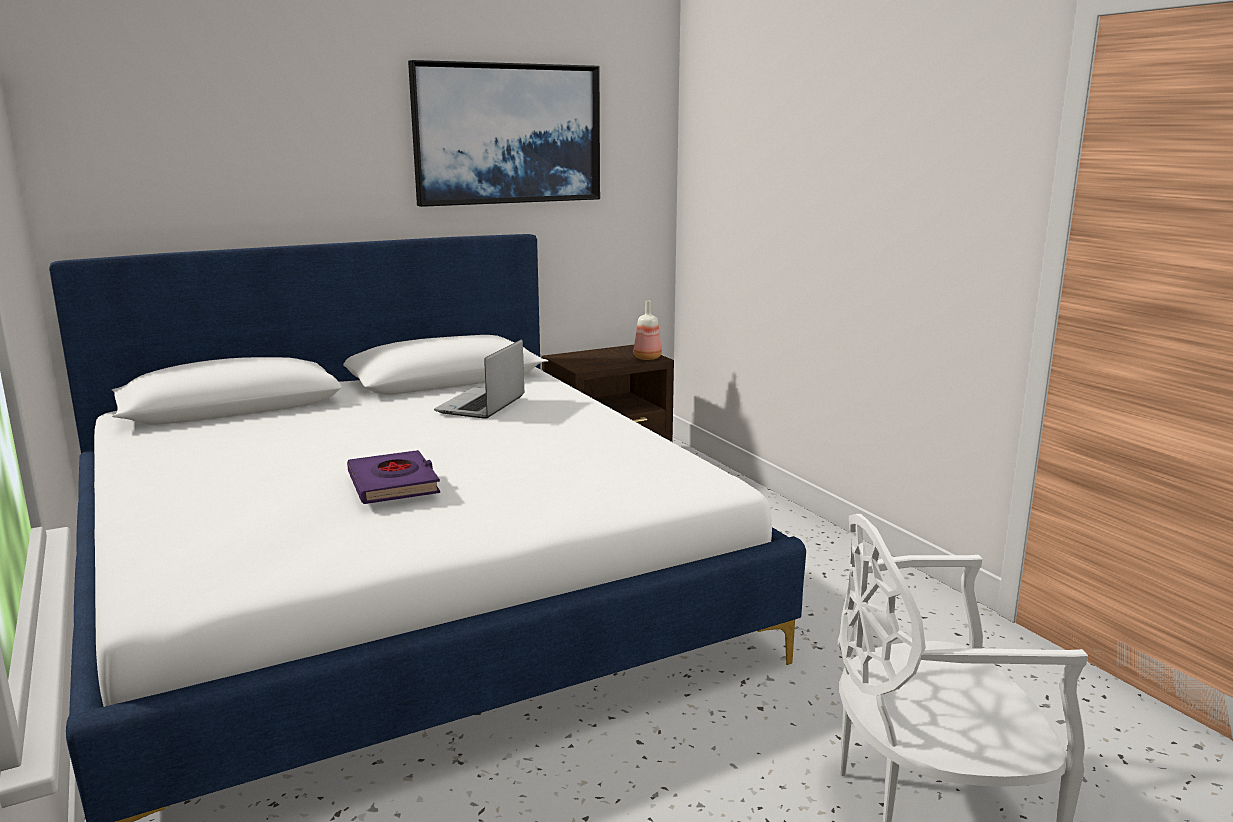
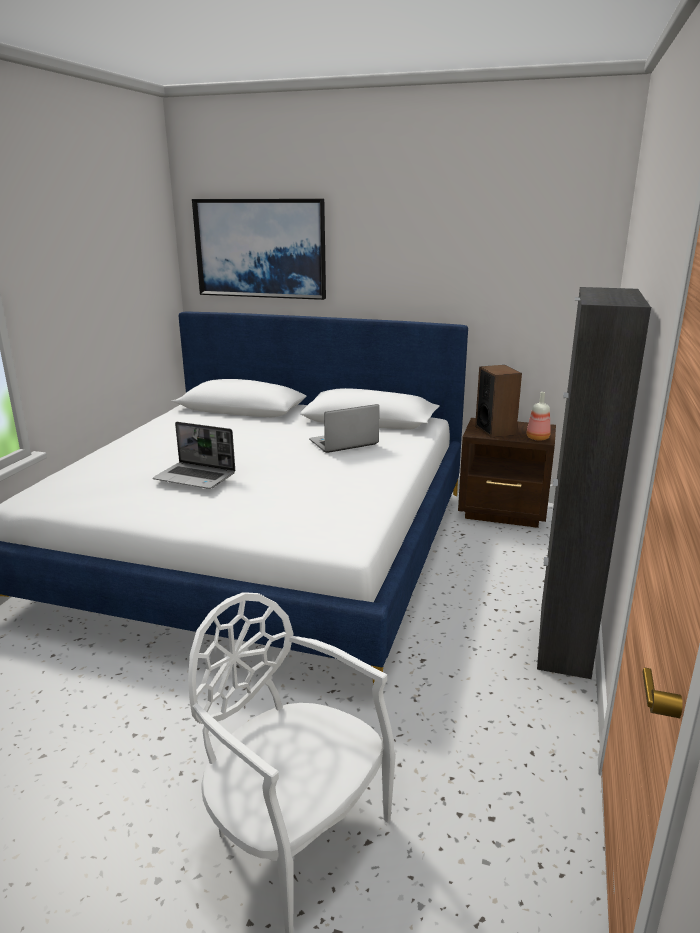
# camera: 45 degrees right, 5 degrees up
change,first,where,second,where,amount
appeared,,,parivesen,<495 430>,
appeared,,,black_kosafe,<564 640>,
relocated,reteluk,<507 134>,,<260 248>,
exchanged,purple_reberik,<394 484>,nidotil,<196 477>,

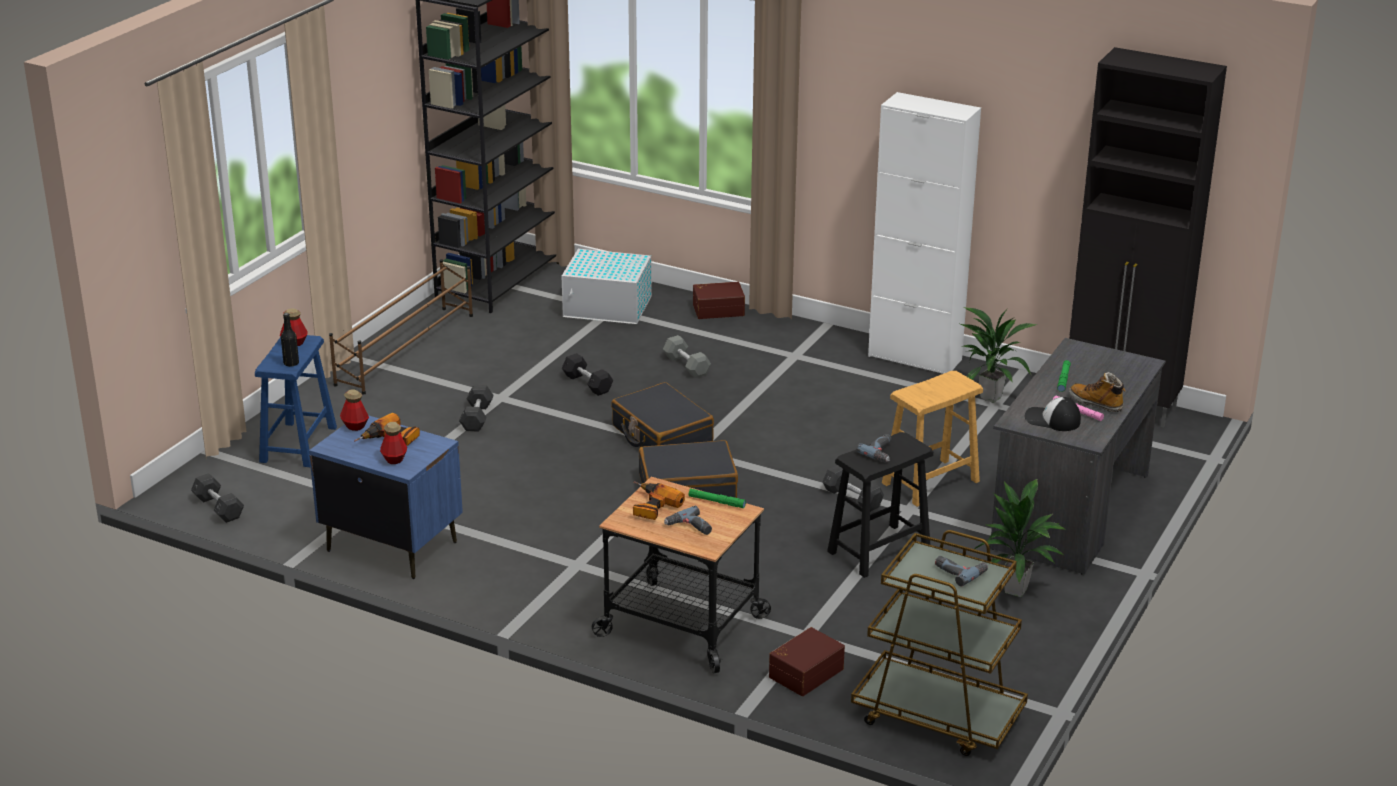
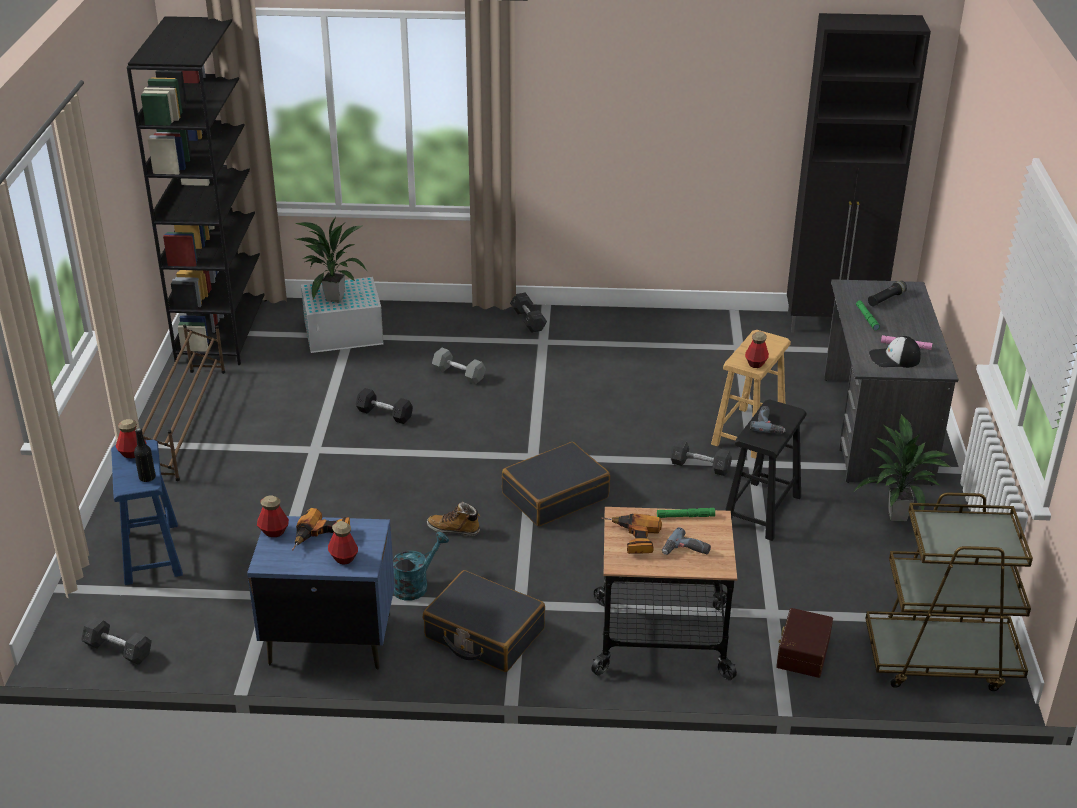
# camera: 25 degrees left, 5 degrees up
change,first,where,second,where,amount
missing,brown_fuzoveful,<718 309>,,,
missing,white_kosafe,<915 358>,,,
missing,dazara,<960 571>,,,
appeared,,,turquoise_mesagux,<415 585>,
appeared,,,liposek,<756 363>,
appeared,,,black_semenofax,<886 299>,
relocated,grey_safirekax,<476 417>,,<528 320>,
relocated,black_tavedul,<661 435>,,<484 633>,
relocated,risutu,<990 397>,,<334 298>,
relocated,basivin,<1096 403>,,<454 529>,

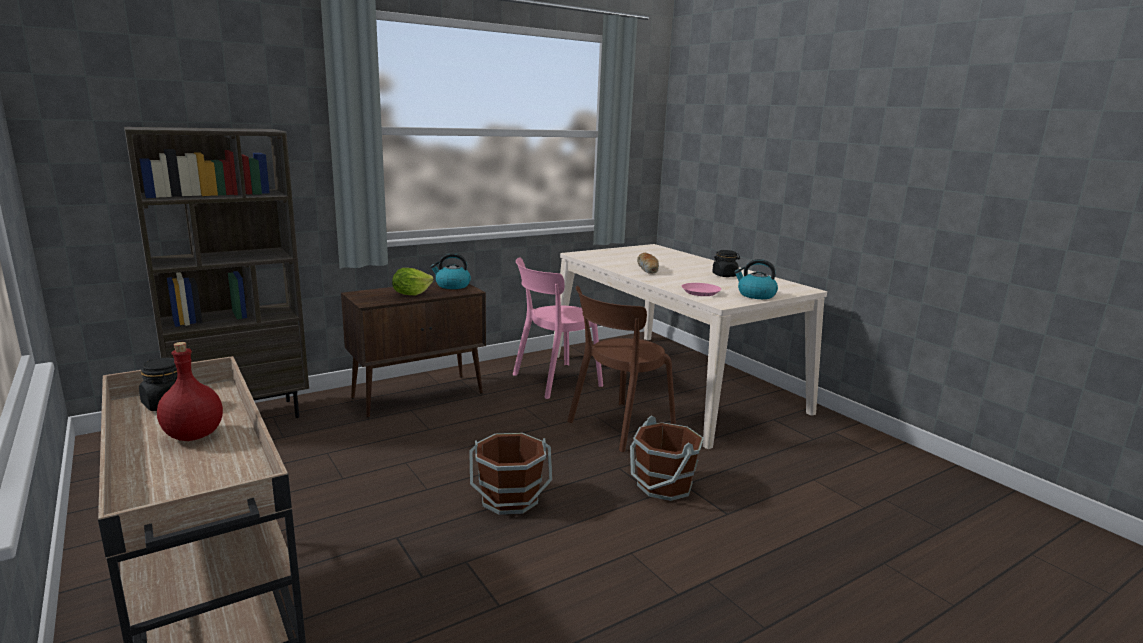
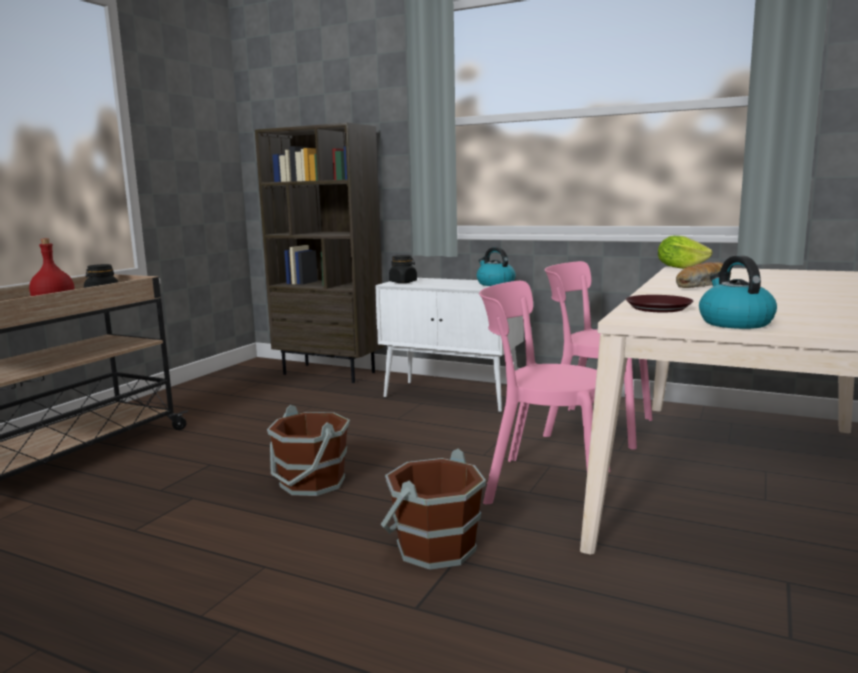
# camera: 60 degrees right, 5 degrees down
change,first,where,second,where,amount
relocated,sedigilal,<411 294>,,<680 267>,
relocated,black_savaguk,<724 275>,,<403 282>,
colour,brown_kosafe,<419 395>,white_kosafe,<452 396>,
colour,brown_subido,<617 427>,pink_subido,<542 484>,
colour,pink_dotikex,<700 292>,brown_dotikex,<659 308>,

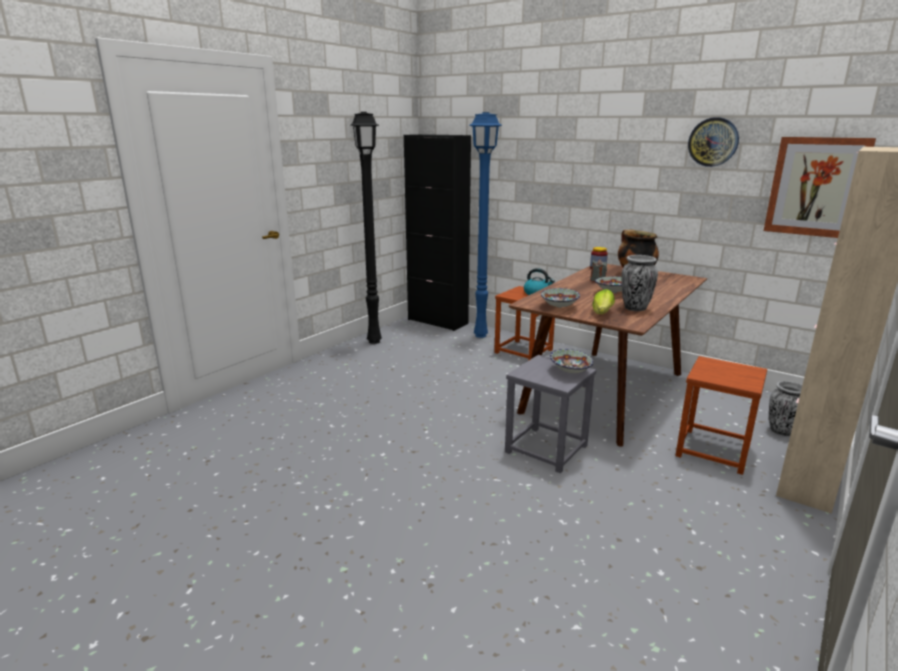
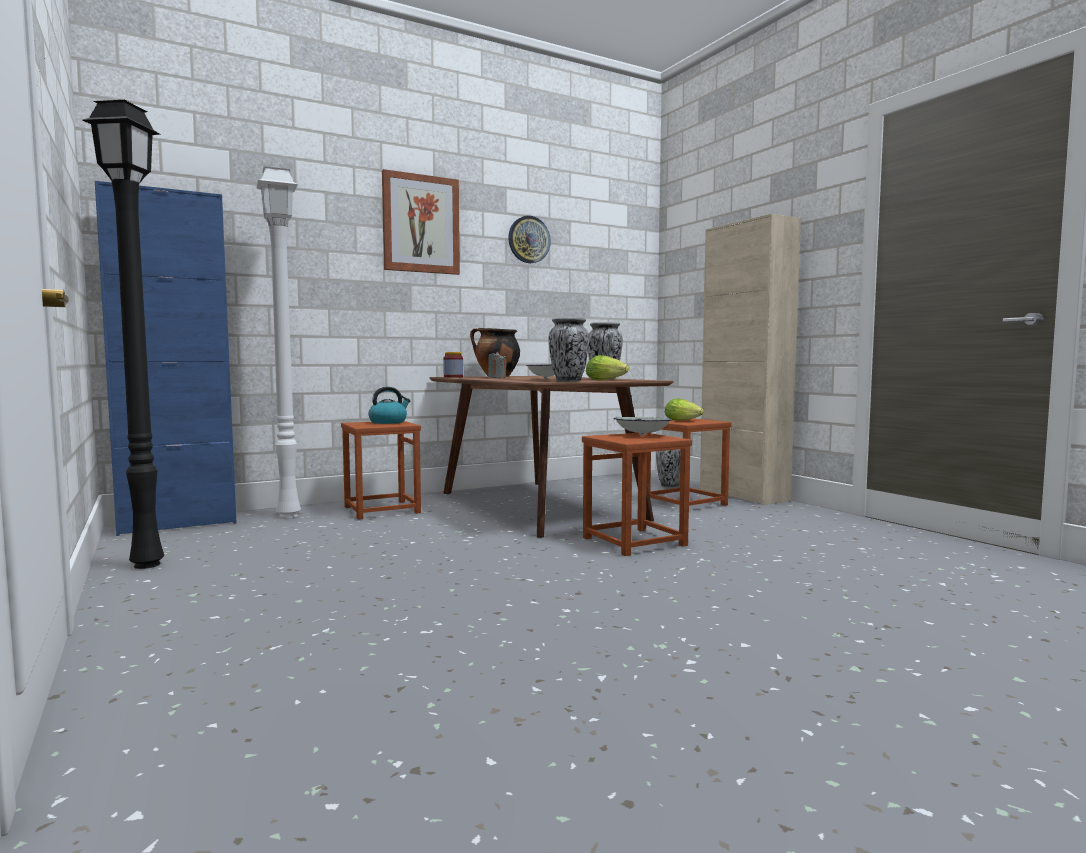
# camera: 65 degrees left, 15 degrees down
change,first,where,second,where,amount
appeared,,,sedigilal,<684 420>,
relocated,reteluk,<816 187>,,<421 224>,
exchanged,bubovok,<559 307>,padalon,<568 381>,
colour,black_kosafe,<437 321>,blue_kosafe,<178 524>,
colour,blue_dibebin,<482 335>,white_dibebin,<290 515>,
colour,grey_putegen,<545 449>,brown_putegen,<634 542>,

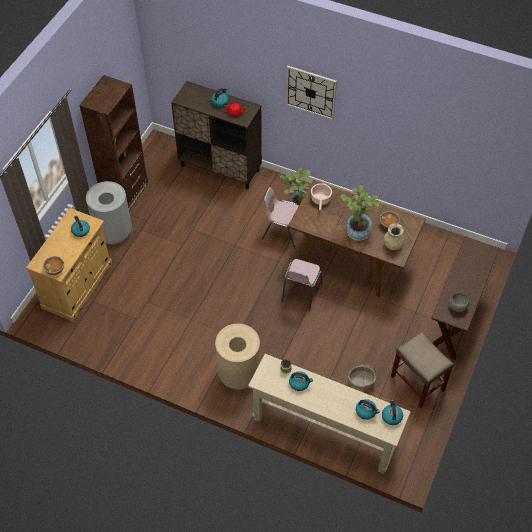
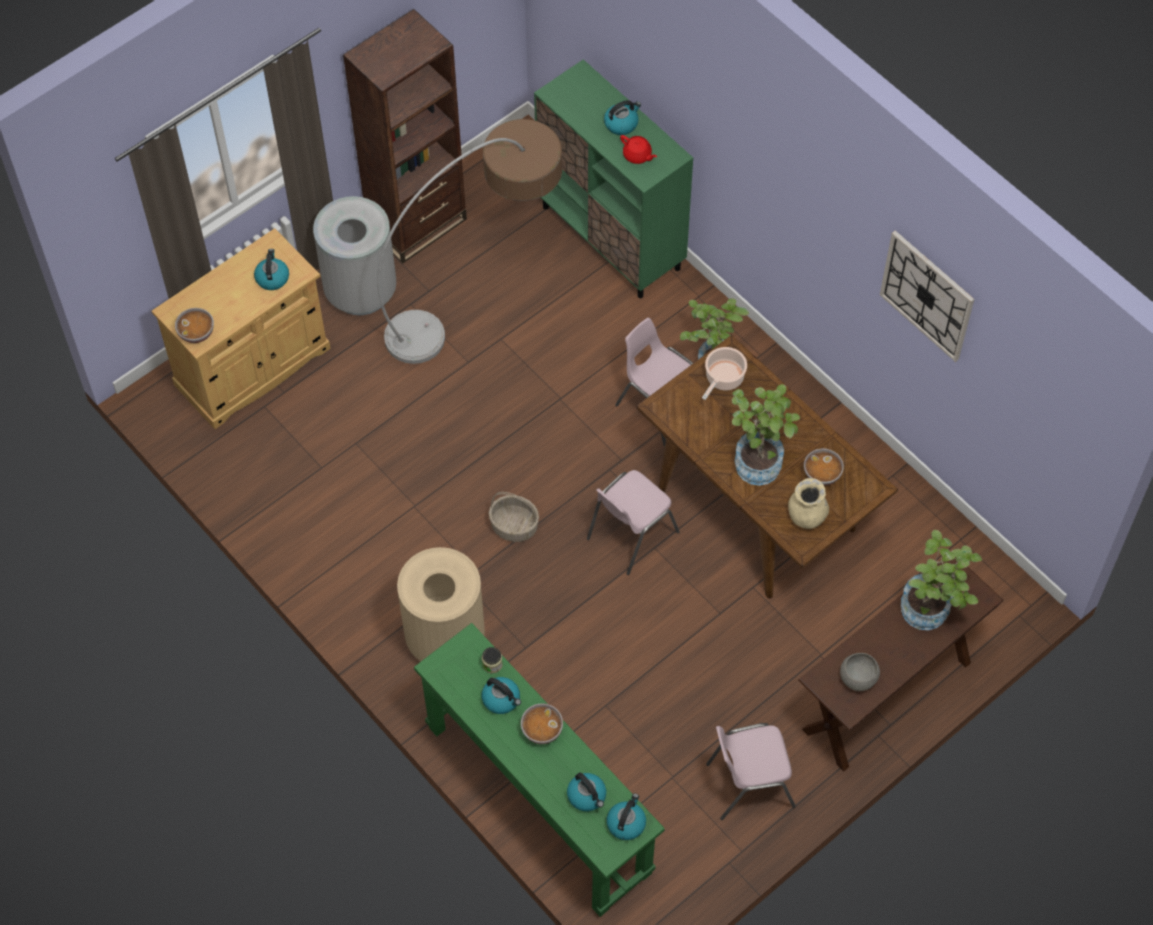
# camera: 25 degrees right, 5 degrees up
change,first,where,second,where,amount
appeared,,,dibebin,<480 294>,
appeared,,,bubovok,<541 730>,
appeared,,,risutu,<931 613>,
relocated,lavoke,<311 92>,,<927 295>,
relocated,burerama,<361 382>,,<515 526>,
exchanged,beige_putegen,<417 382>,pink_subido,<749 784>,
colour,brown_kosafe,<220 168>,green_kosafe,<611 238>,
colour,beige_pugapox,<324 430>,green_pugapox,<539 799>,

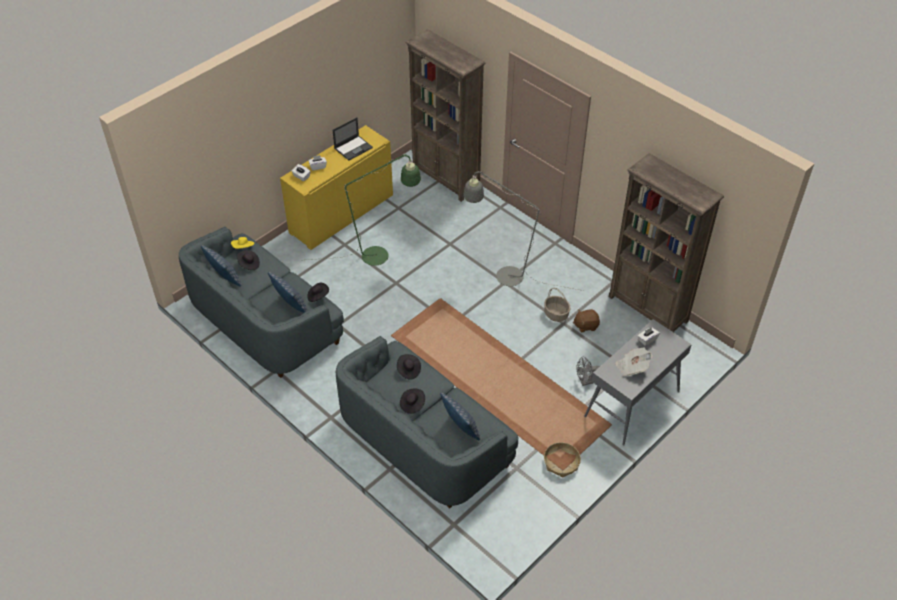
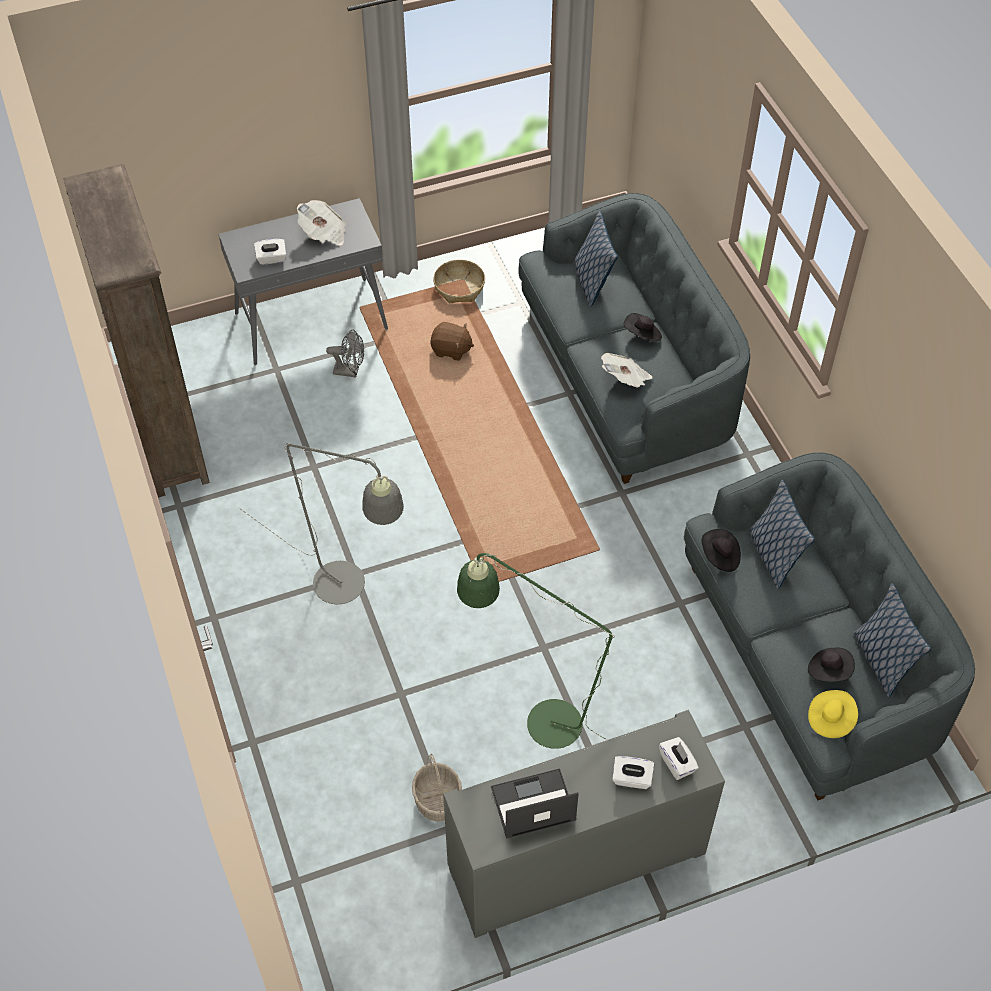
# camera: 155 degrees left, 5 degrees up
change,first,where,second,where,amount
missing,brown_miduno,<446 179>,,,
relocated,burerama,<556 314>,,<437 800>,
relocated,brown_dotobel,<586 325>,,<451 350>,
exchanged,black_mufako,<408 370>,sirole,<625 379>,
colour,yellow_kosafe,<341 214>,grey_kosafe,<576 860>,

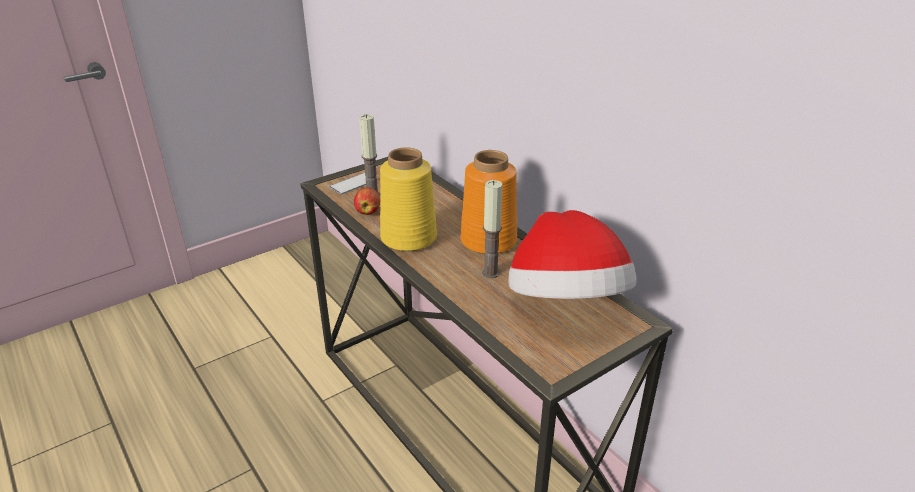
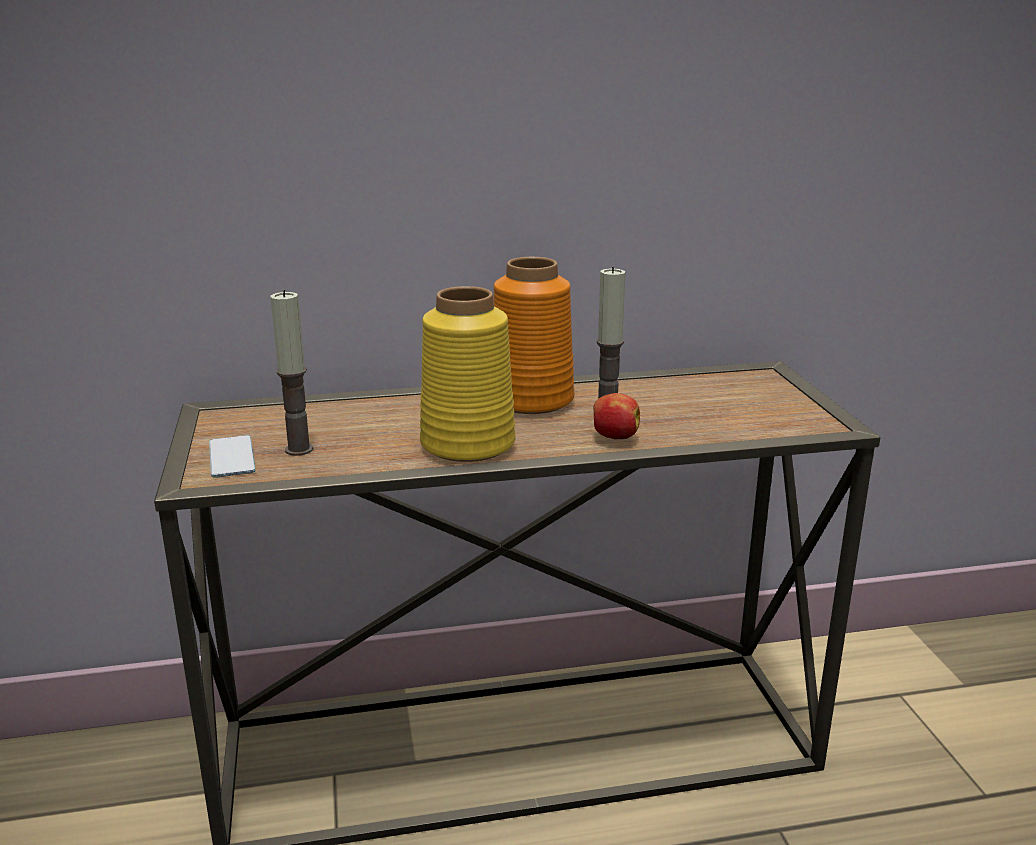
# camera: 65 degrees left, 10 degrees down
change,first,where,second,where,amount
missing,mufako,<566 303>,,,
relocated,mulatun,<368 212>,,<614 437>,

